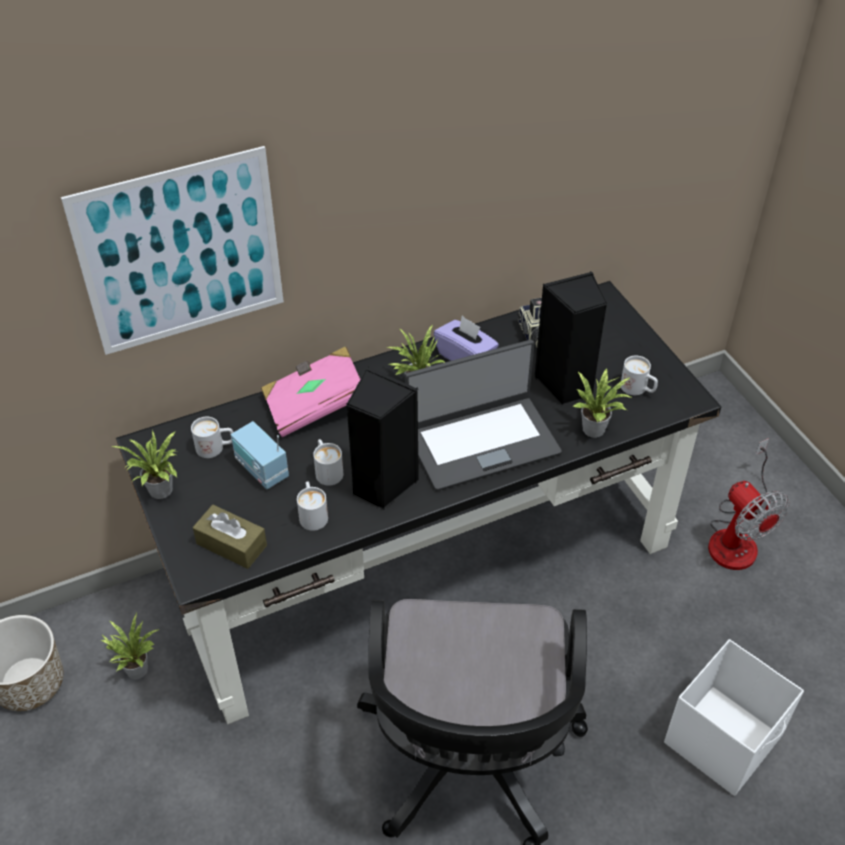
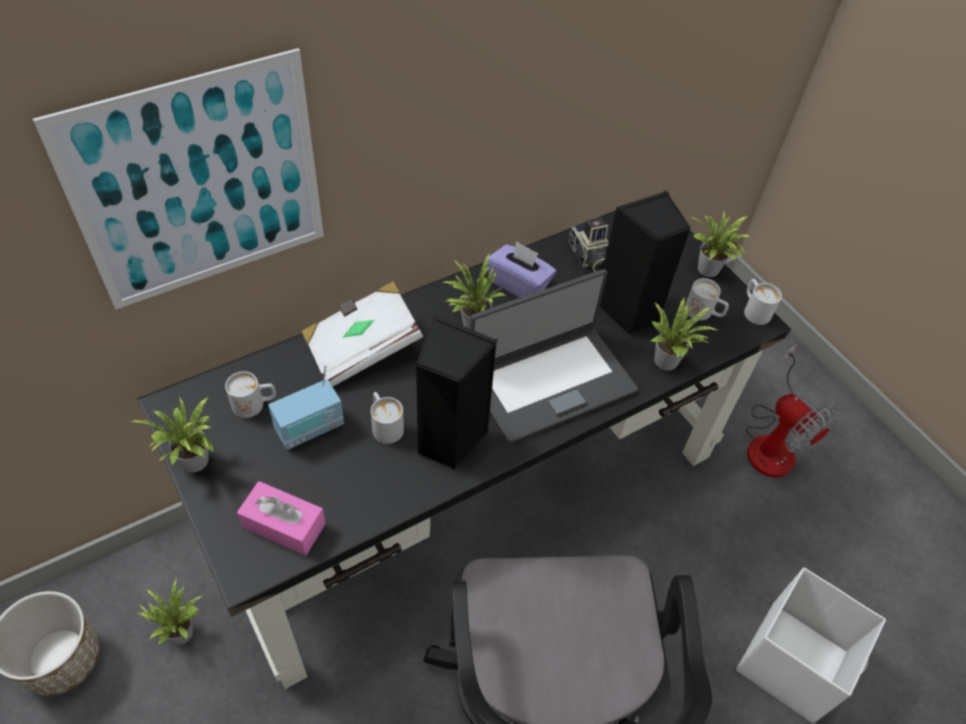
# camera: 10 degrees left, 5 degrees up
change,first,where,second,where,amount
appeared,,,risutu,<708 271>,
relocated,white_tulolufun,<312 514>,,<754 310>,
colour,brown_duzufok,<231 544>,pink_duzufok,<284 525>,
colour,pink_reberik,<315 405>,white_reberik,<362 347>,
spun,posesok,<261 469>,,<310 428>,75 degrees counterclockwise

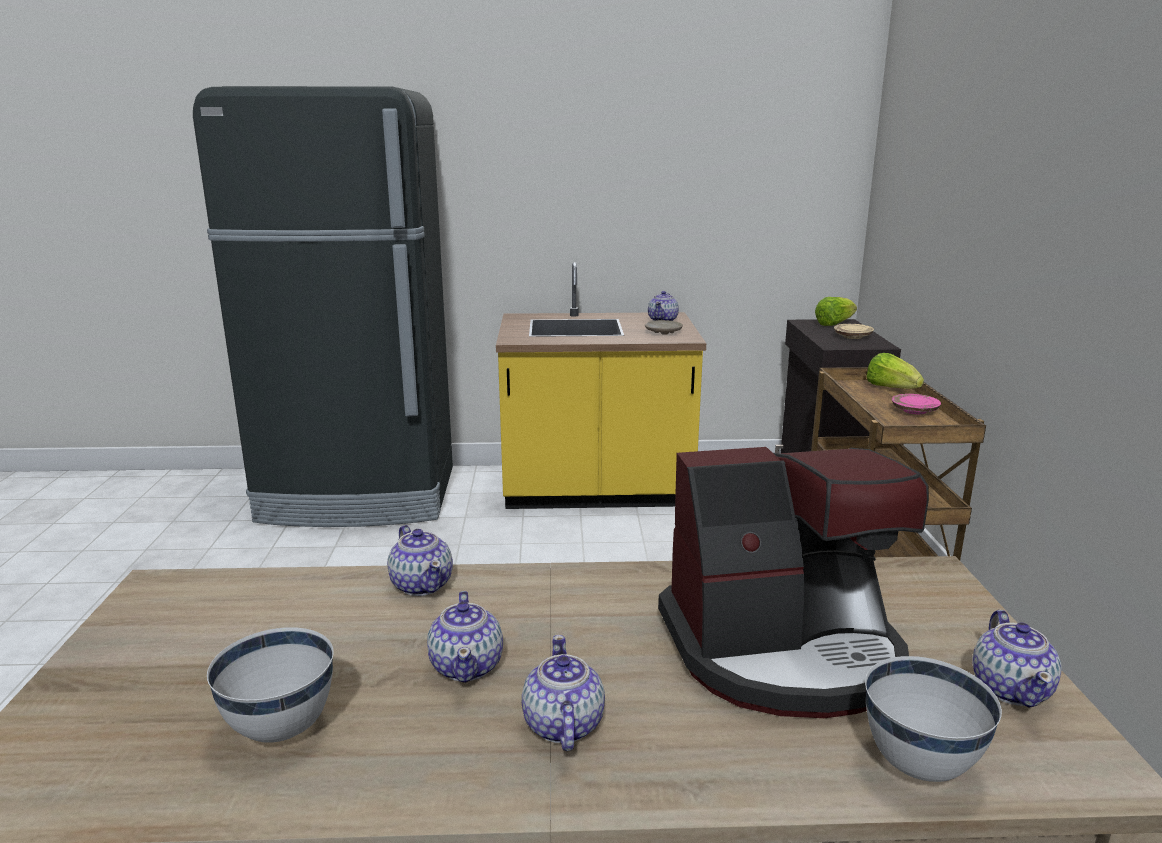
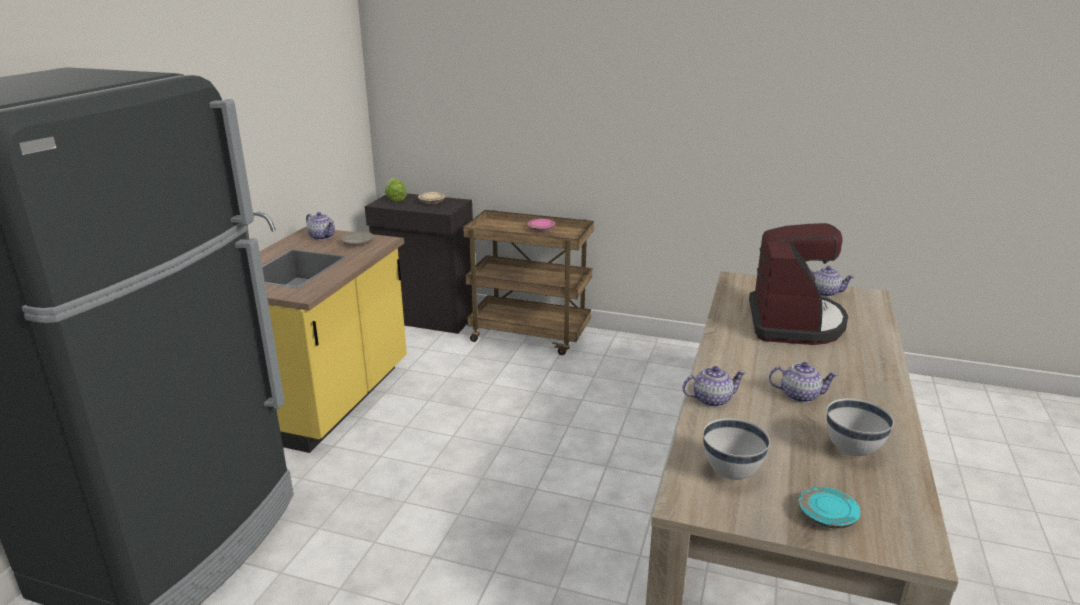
# camera: 70 degrees left, 5 degrees up
change,first,where,second,where,amount
missing,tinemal,<562 725>,,,
missing,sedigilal,<891 388>,,,
appeared,,,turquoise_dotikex,<826 516>,
relocated,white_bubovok,<920 765>,,<731 473>,

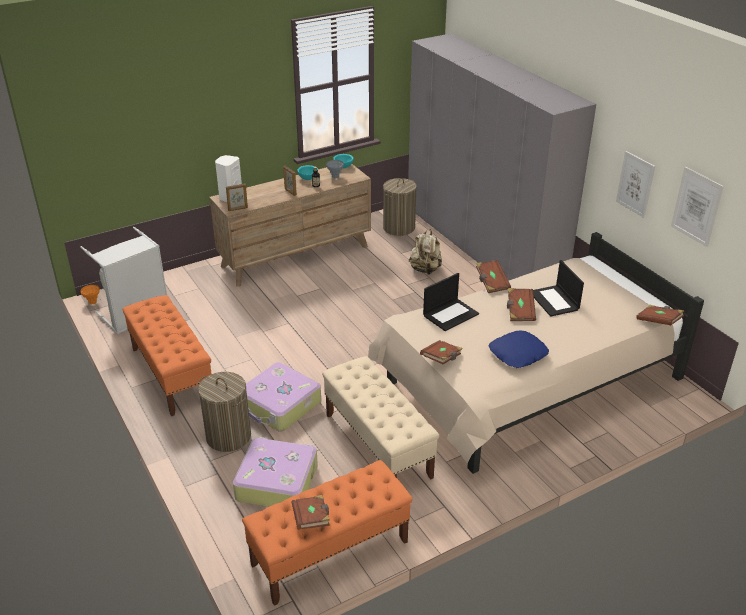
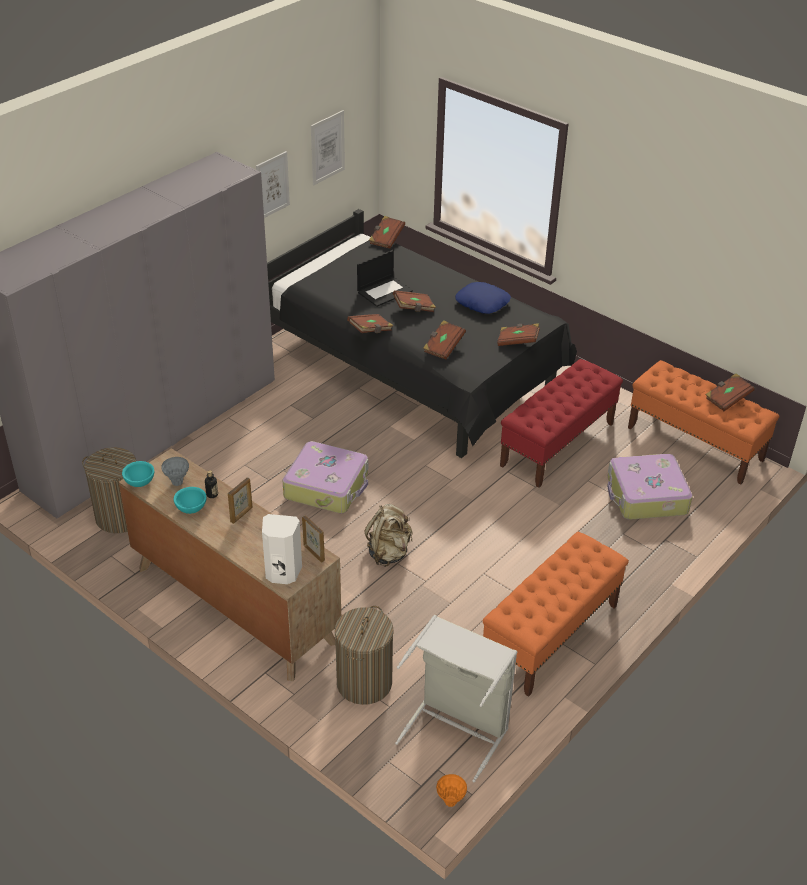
# camera: 110 degrees left, 5 degrees up
change,first,where,second,where,amount
relocated,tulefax,<228 436>,,<364 683>,
relocated,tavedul,<279 405>,,<327 486>,
relocated,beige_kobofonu,<425 269>,,<389 553>,
exchanged,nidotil,<450 314>,brown_reberik,<443 347>,
colour,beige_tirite,<378 445>,red_tirite,<557 444>,
colour,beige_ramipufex,<526 383>,black_ramipufex,<414 370>,

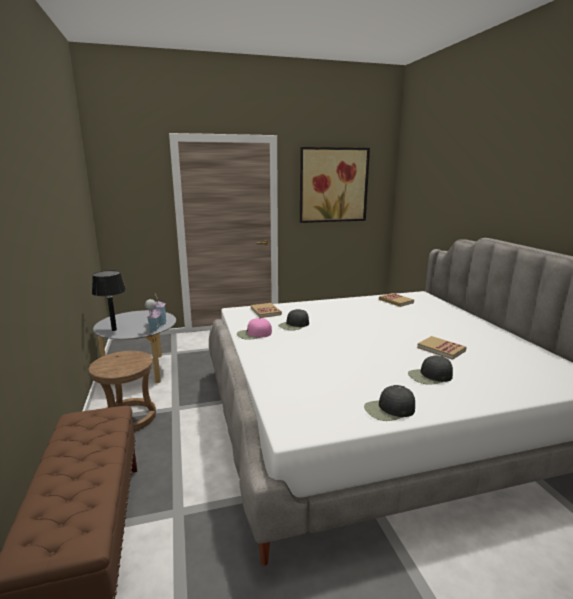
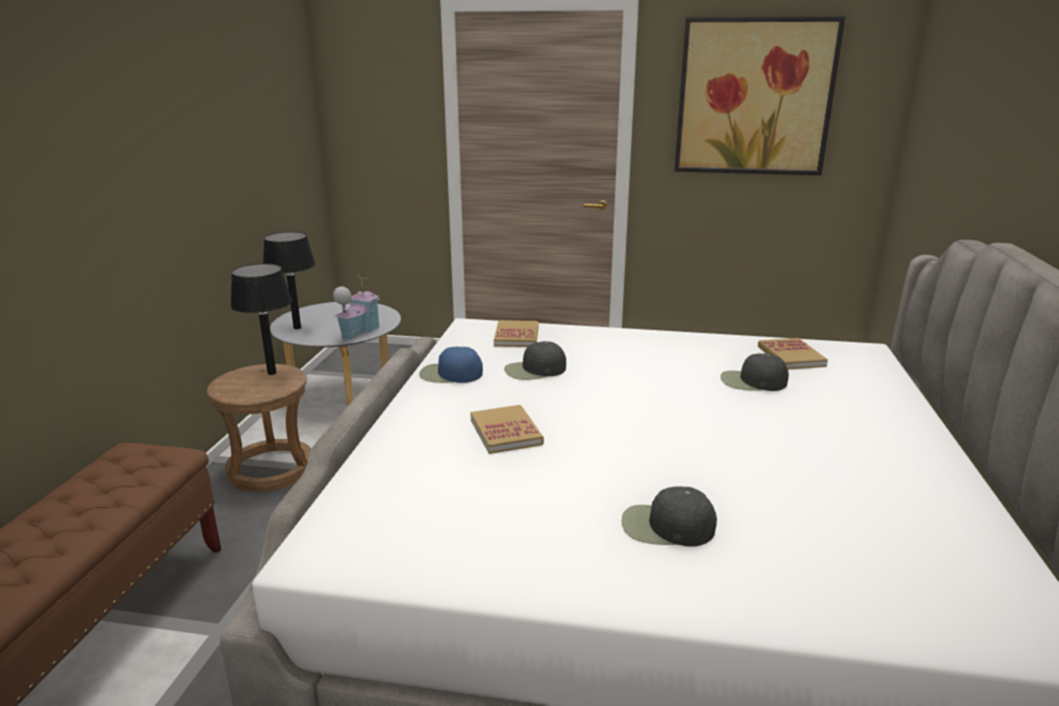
# camera: 25 degrees right, 5 degrees up
change,first,where,second,where,amount
appeared,,,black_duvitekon,<272 373>,
relocated,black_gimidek,<389 409>,,<752 381>,
relocated,reberik,<441 349>,,<506 432>,
colour,pink_gimidek,<254 334>,blue_gimidek,<450 374>,

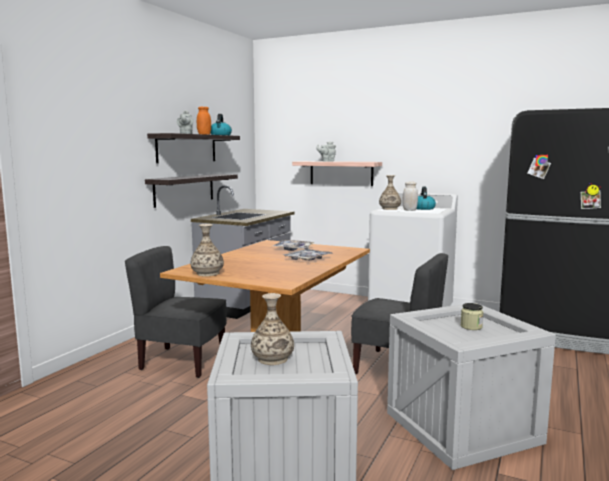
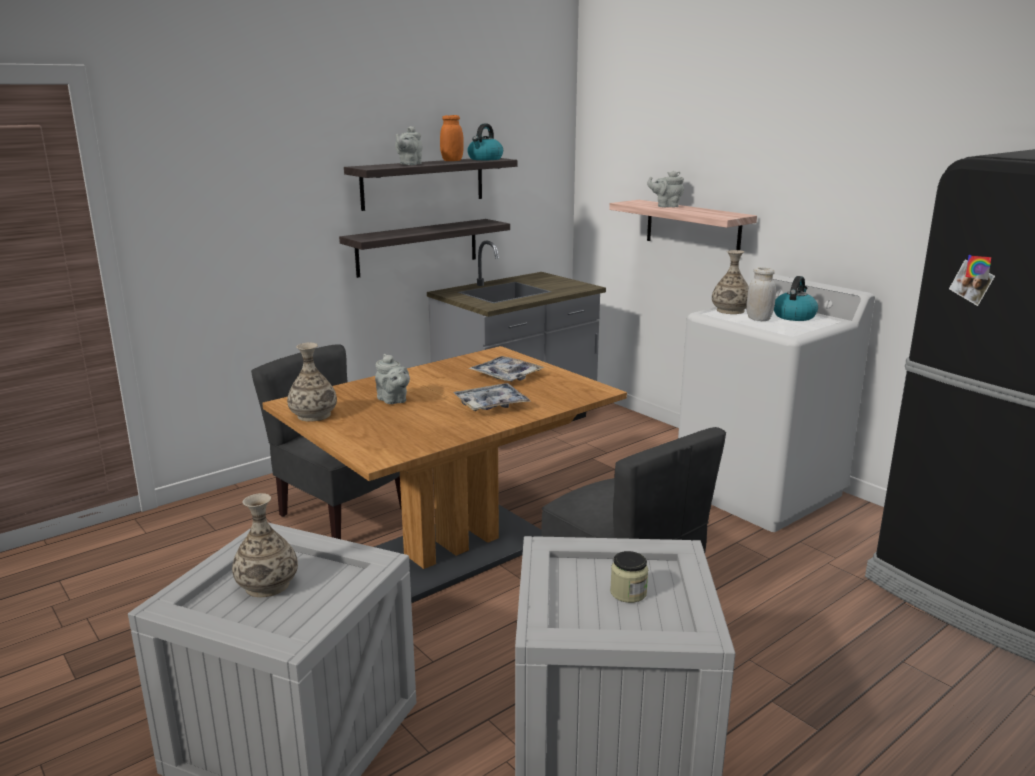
# camera: 25 degrees right, 10 degrees up
change,first,where,second,where,amount
appeared,,,grey_tinemal,<393 400>,

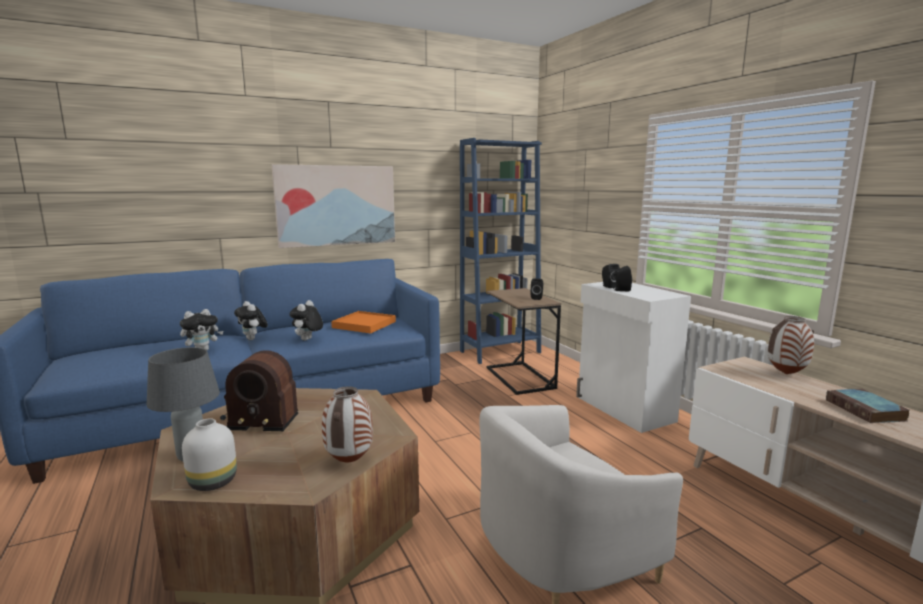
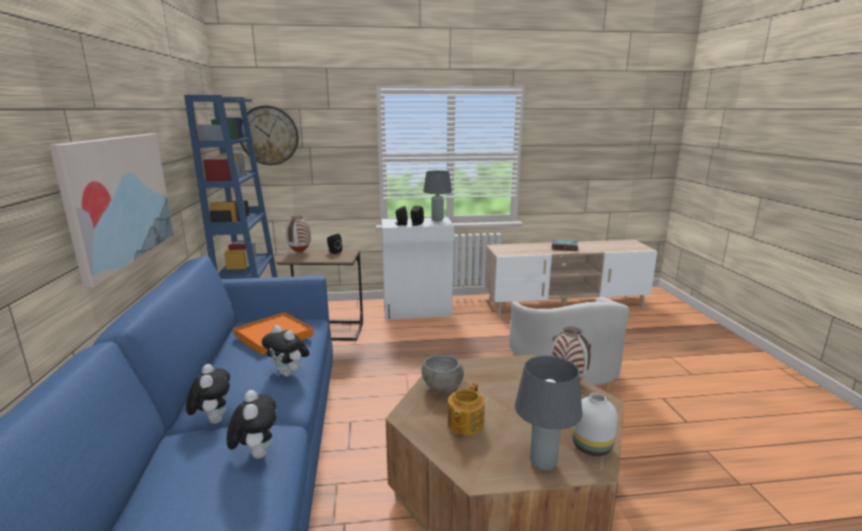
# camera: 70 degrees left, 5 degrees up
change,first,where,second,where,amount
appeared,,,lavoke,<269 135>,
appeared,,,grey_bubovok,<443 388>,
appeared,,,grey_duvitekon,<437 220>,
relocated,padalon,<786 374>,,<299 252>,
exchanged,posesok,<260 416>,tinemal,<464 424>,
spun,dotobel,<253 339>,,<213 420>,90 degrees counterclockwise

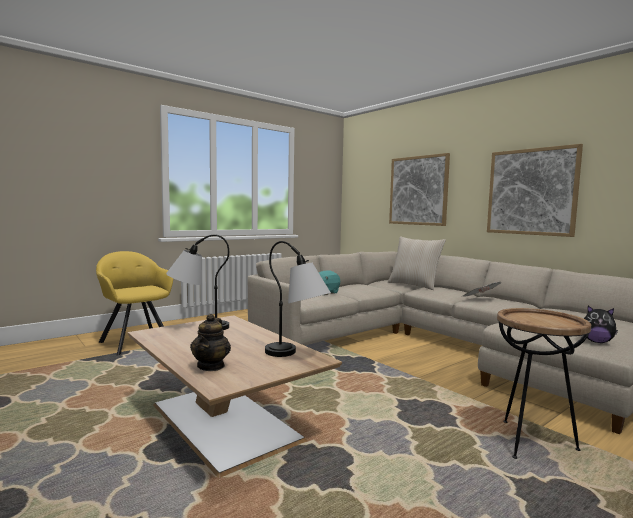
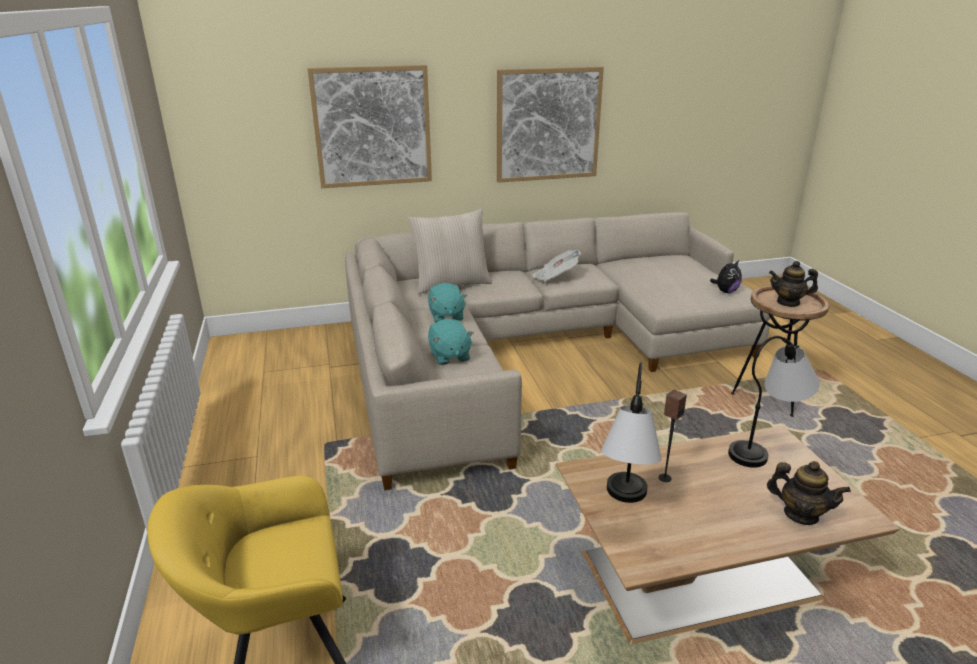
# camera: 65 degrees left, 20 degrees up
change,first,where,second,where,amount
appeared,,,turquoise_dotobel,<446 316>,
appeared,,,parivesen,<664 478>,
appeared,,,tinemal,<788 302>,

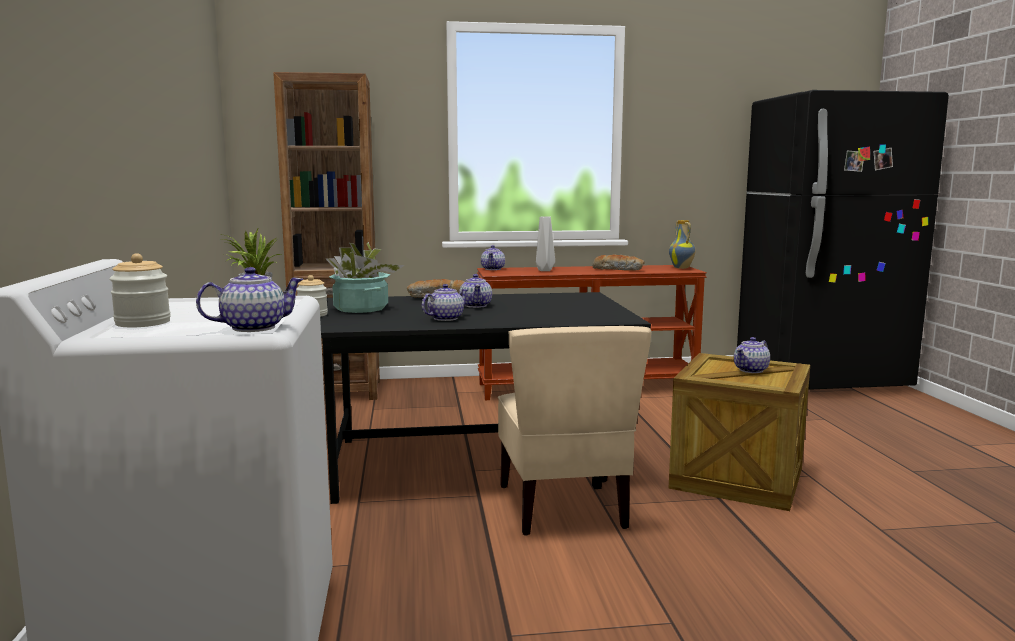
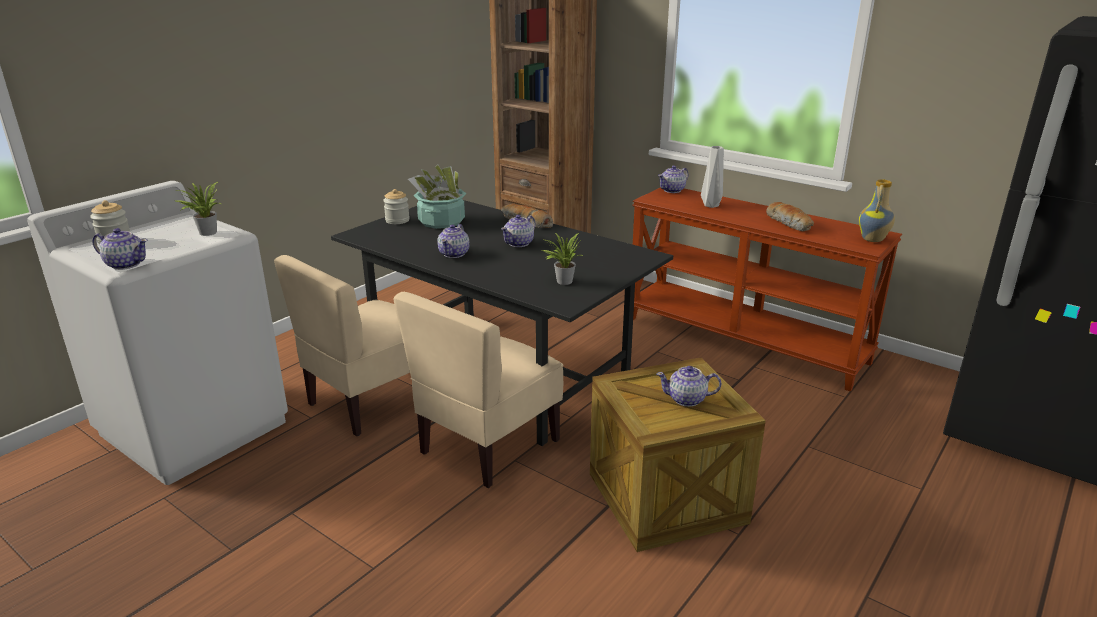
# camera: 45 degrees right, 15 degrees up
change,first,where,second,where,amount
appeared,,,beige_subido,<371 401>,
appeared,,,risutu,<562 281>,
spun,tinemal,<445 318>,,<454 254>,105 degrees clockwise

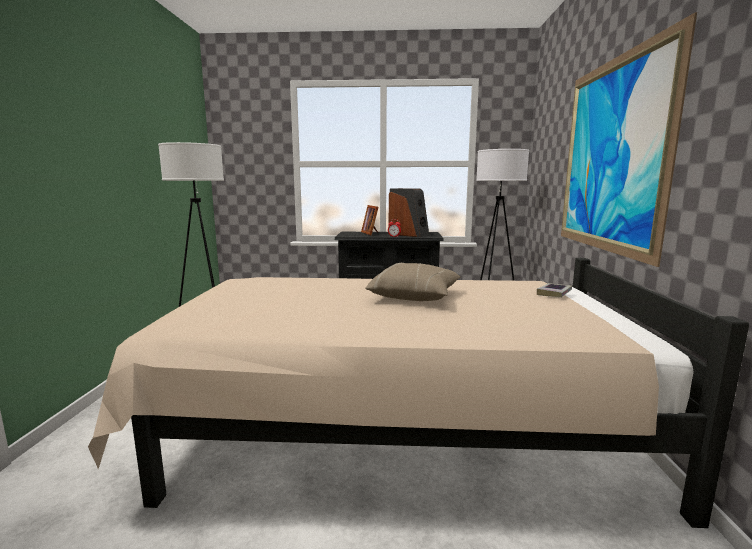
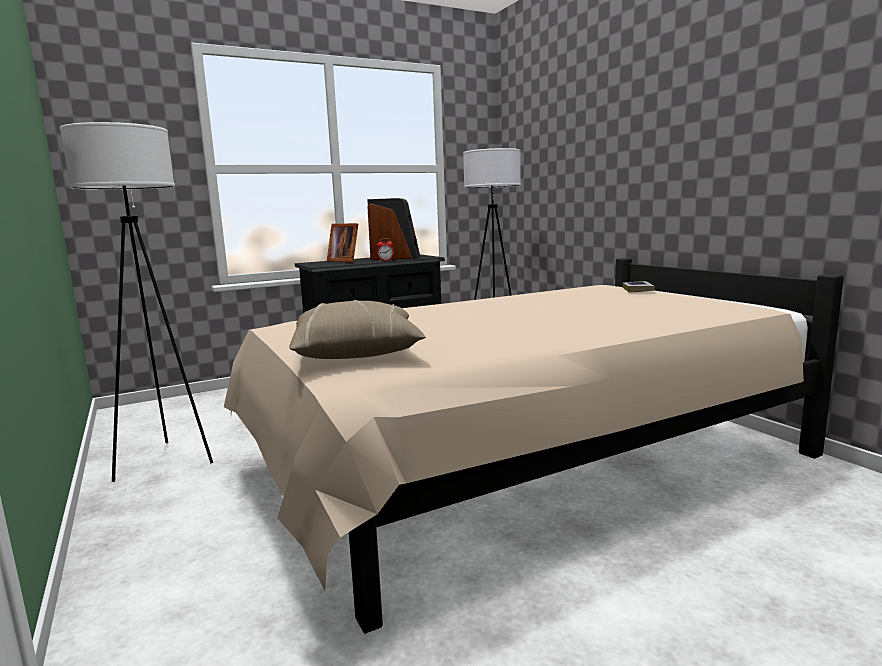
# camera: 30 degrees left, 0 degrees up
change,first,where,second,where,amount
missing,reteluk,<610 156>,,,
relocated,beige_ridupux,<415 297>,,<357 352>,

